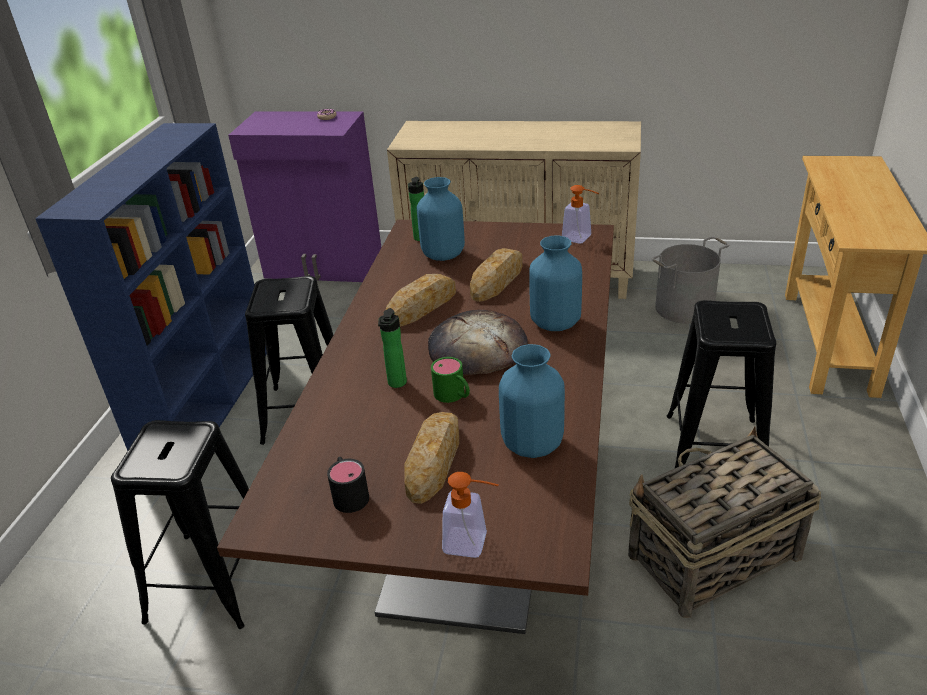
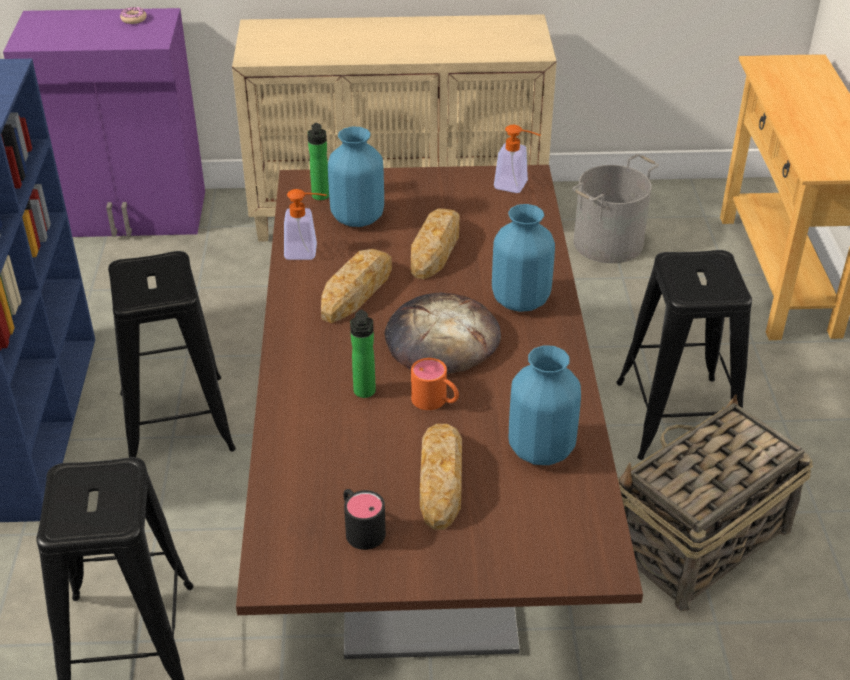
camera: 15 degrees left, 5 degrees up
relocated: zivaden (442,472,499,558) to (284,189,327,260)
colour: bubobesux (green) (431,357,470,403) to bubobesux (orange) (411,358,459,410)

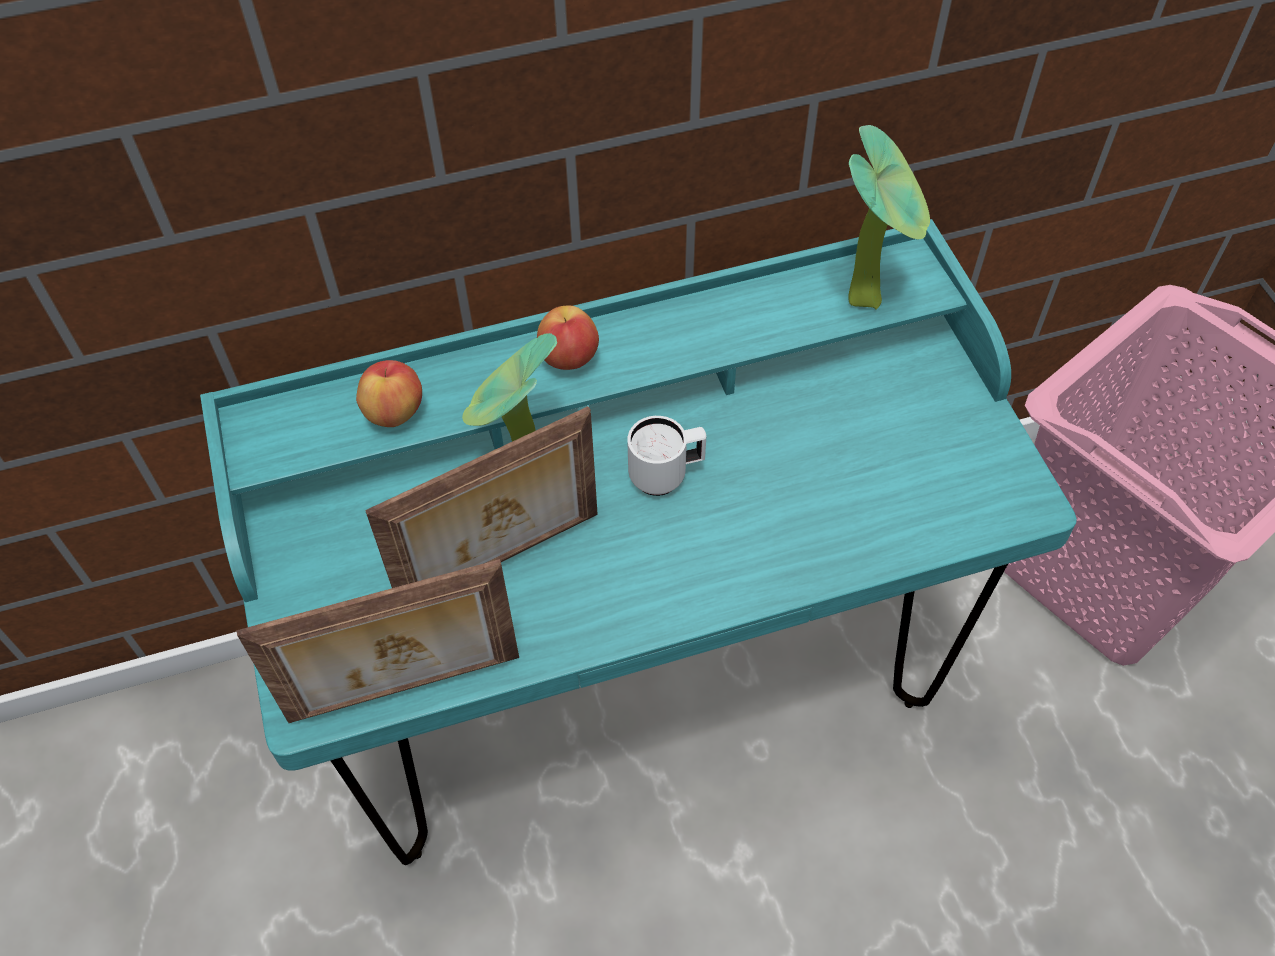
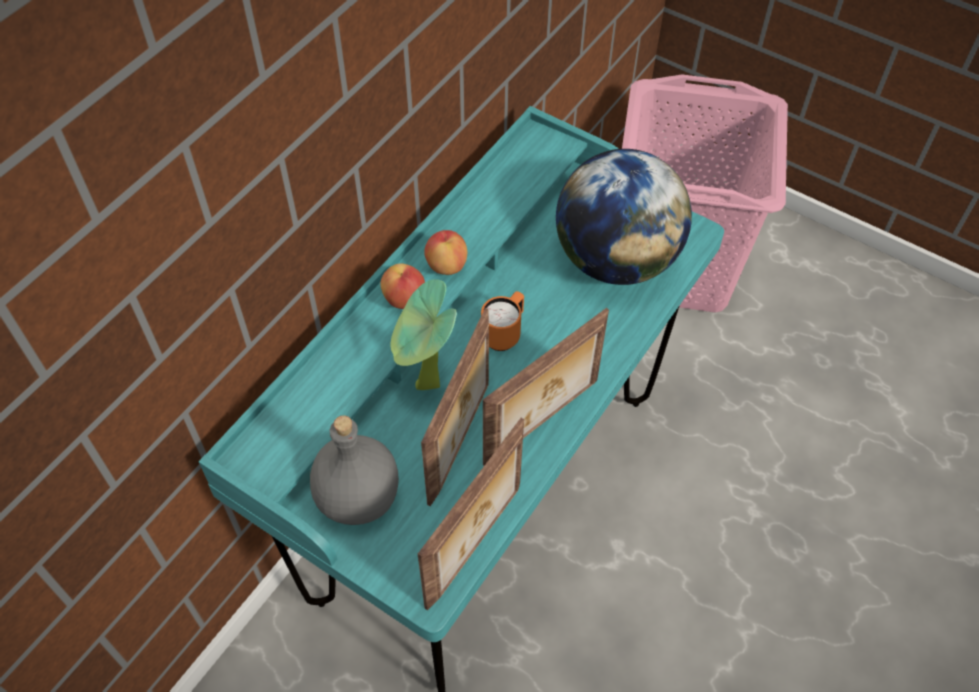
camera: 40 degrees left, 0 degrees up
missing: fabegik (848,125,930,310)
appeared: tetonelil (556,149,692,285); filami (483,308,609,466); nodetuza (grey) (310,415,399,525)
relocated: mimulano (356,360,422,427) to (424,230,467,275)
colour: bubobesux (white) (627,416,706,496) to bubobesux (orange) (481,291,524,351)

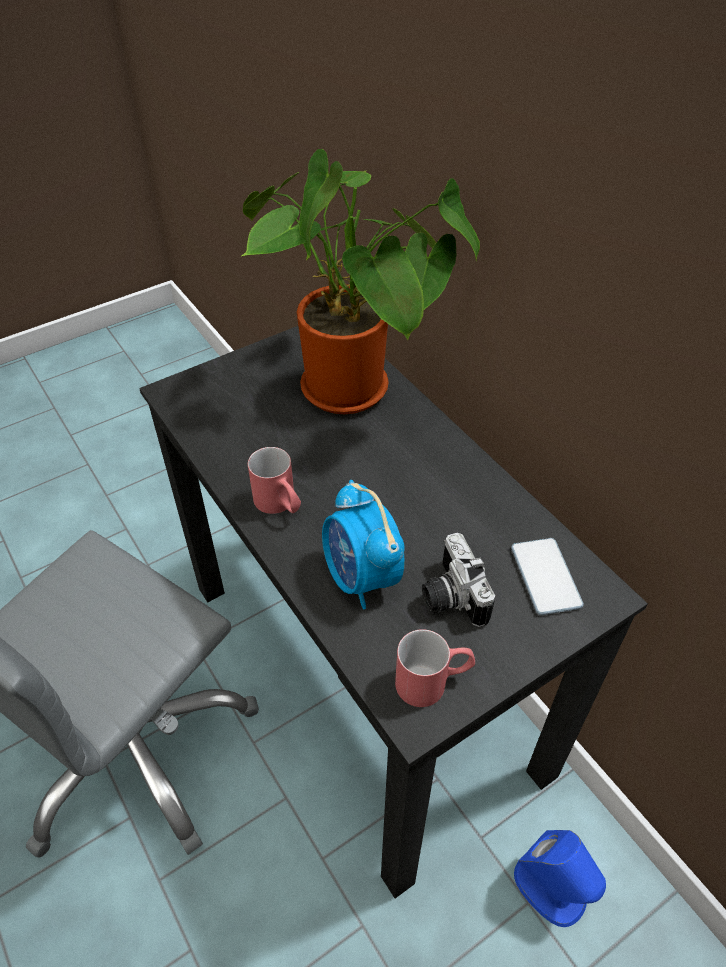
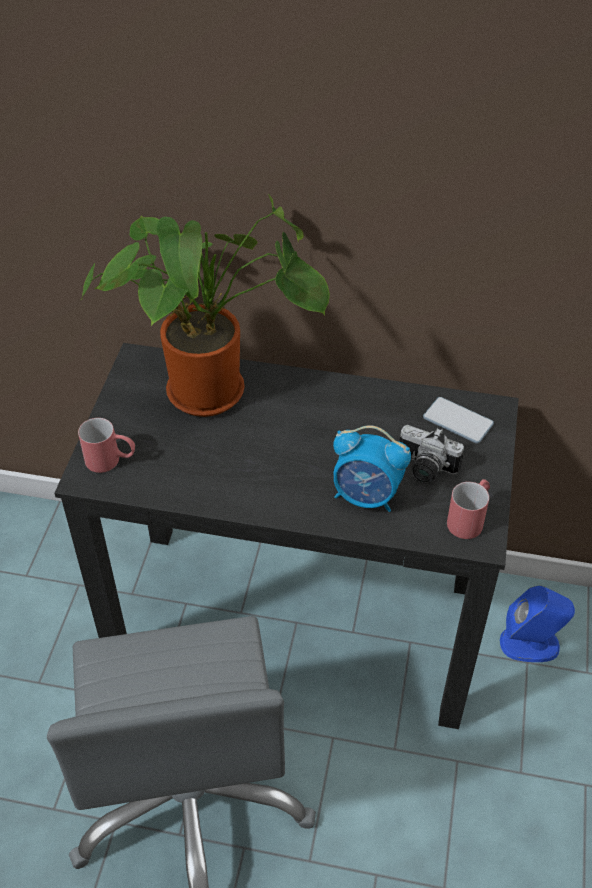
camera: 45 degrees left, 0 degrees up
relocated: bubobesux (red) (248,447,301,514) to (78,418,135,473)

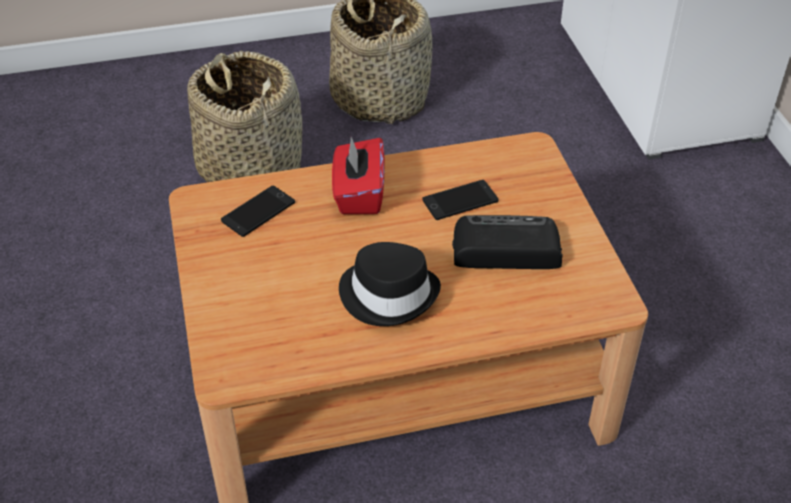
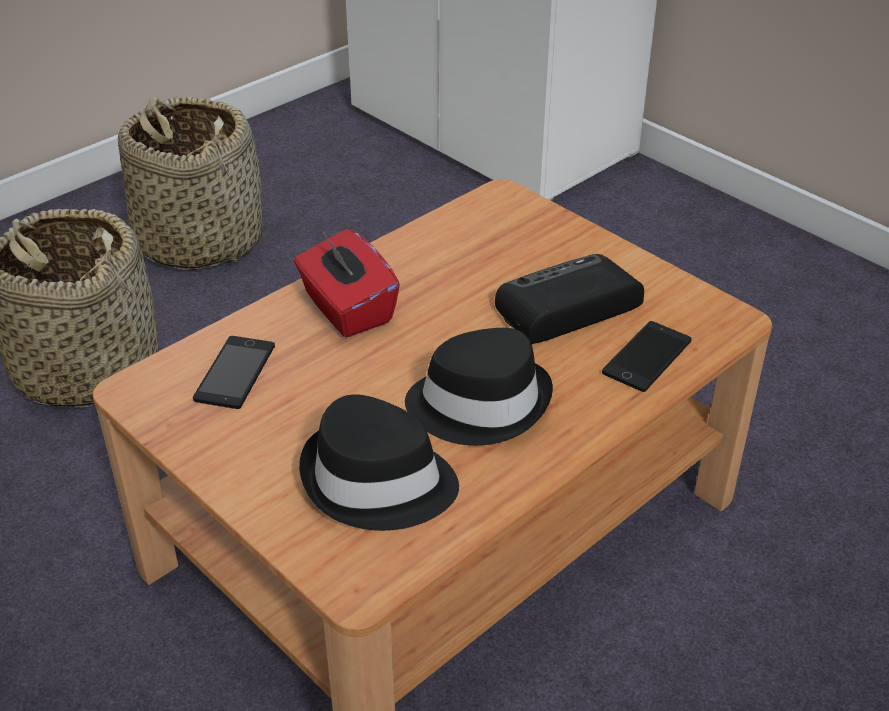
camera: 30 degrees left, 5 degrees down
appeared: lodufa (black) (299,394,459,531)
relocated: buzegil (423,180,499,220) to (602,321,692,392)

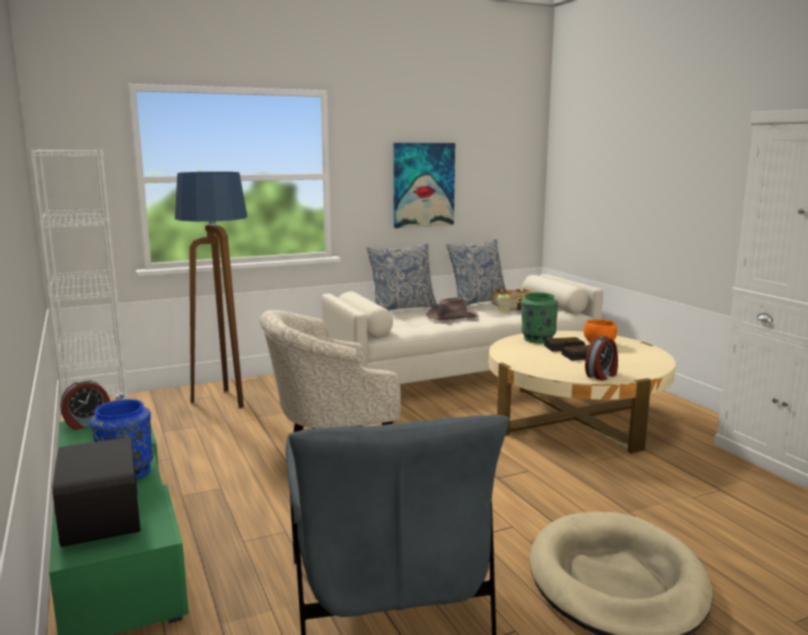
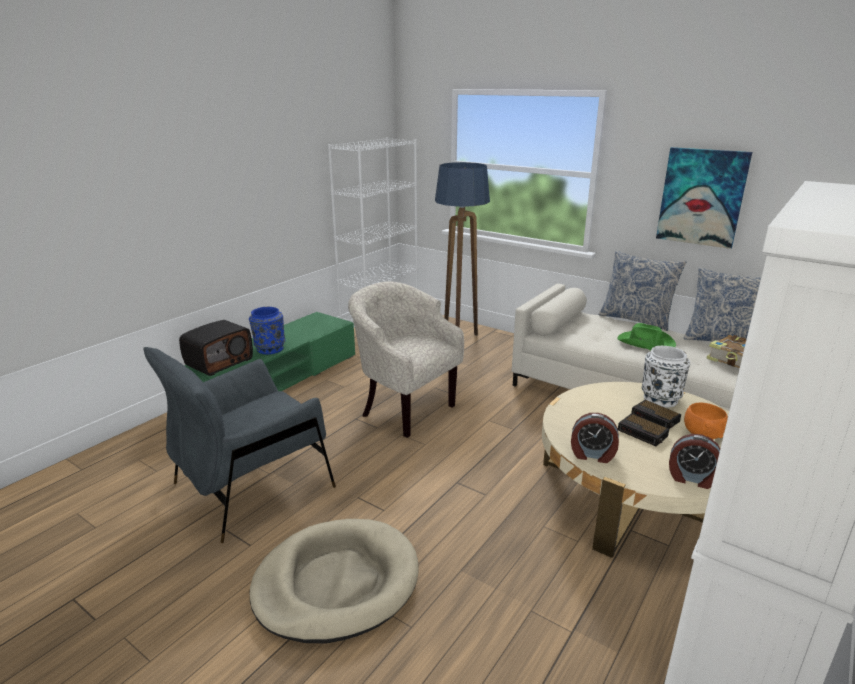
camera: 60 degrees right, 10 degrees up
relocated: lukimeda (60,380,110,430) to (669,434,720,489)
colour: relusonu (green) (521,292,558,343) to relusonu (white) (642,346,690,407); lodufa (brown) (426,297,478,320) to lodufa (green) (618,323,676,350)

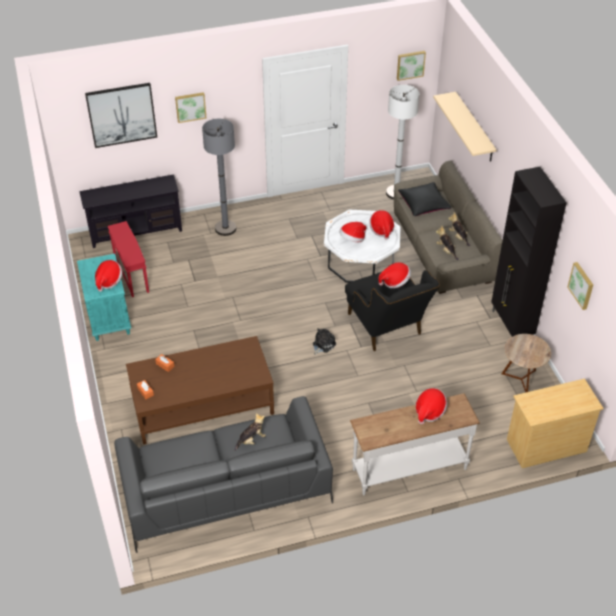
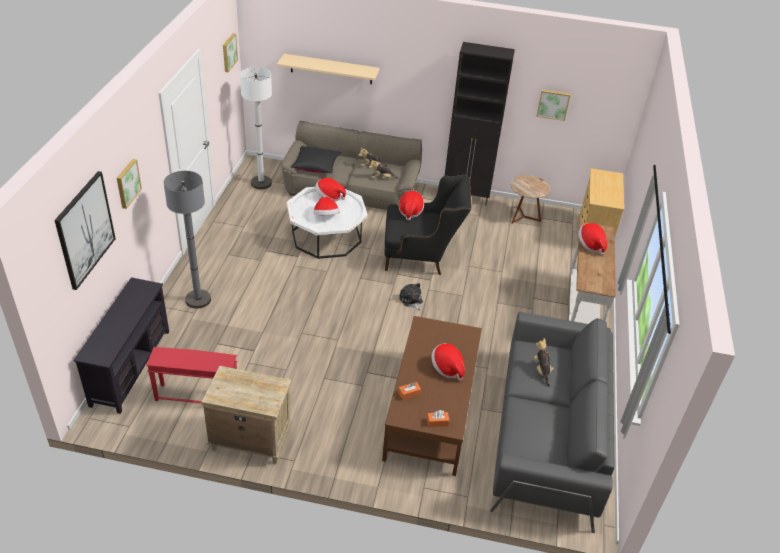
camera: 65 degrees left, 5 degrees down
relocated: lodufa (95,260,122,292) to (431,343,465,380)
colour: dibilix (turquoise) (77,254,131,341) to dibilix (beige) (201,366,293,464)

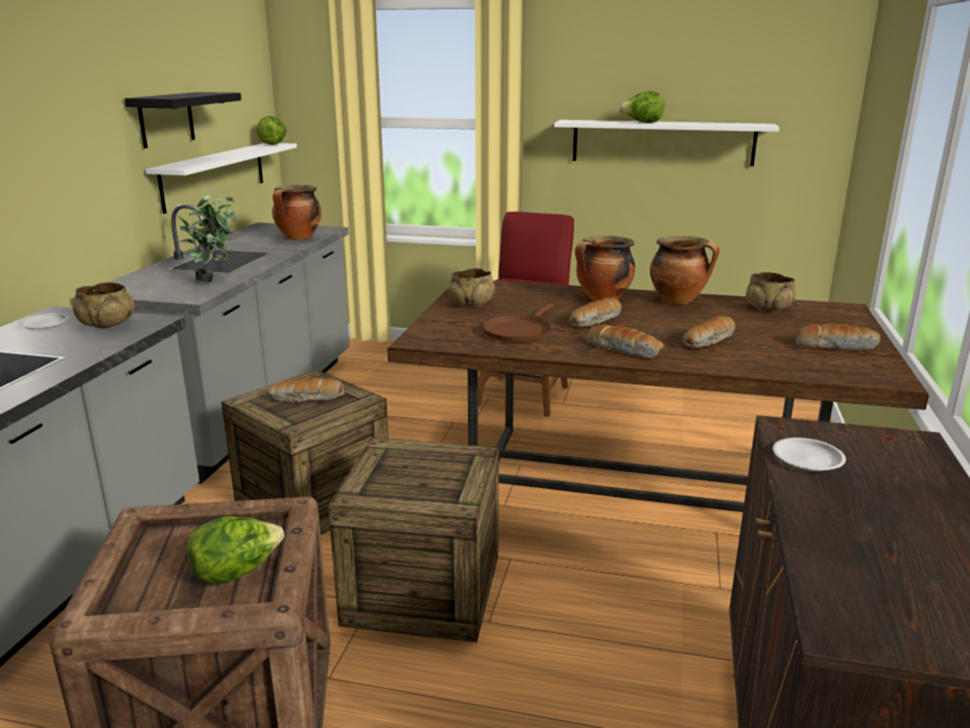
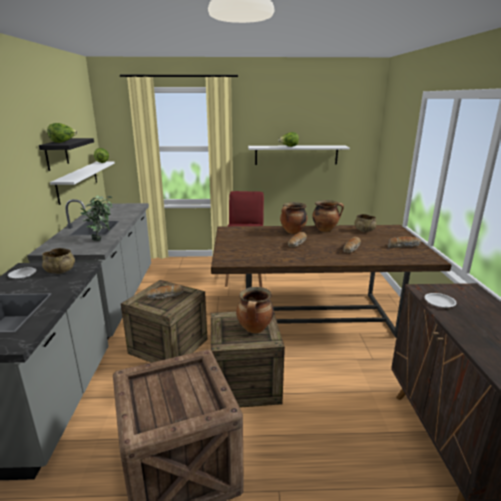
camera: 15 degrees left, 0 degrees up
missing: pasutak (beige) (448,268,495,307); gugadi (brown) (482,304,554,343); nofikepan (586,324,664,358)
relocated: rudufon (272,185,321,240) to (236,287,274,333); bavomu (187,516,284,584) to (47,123,77,143)

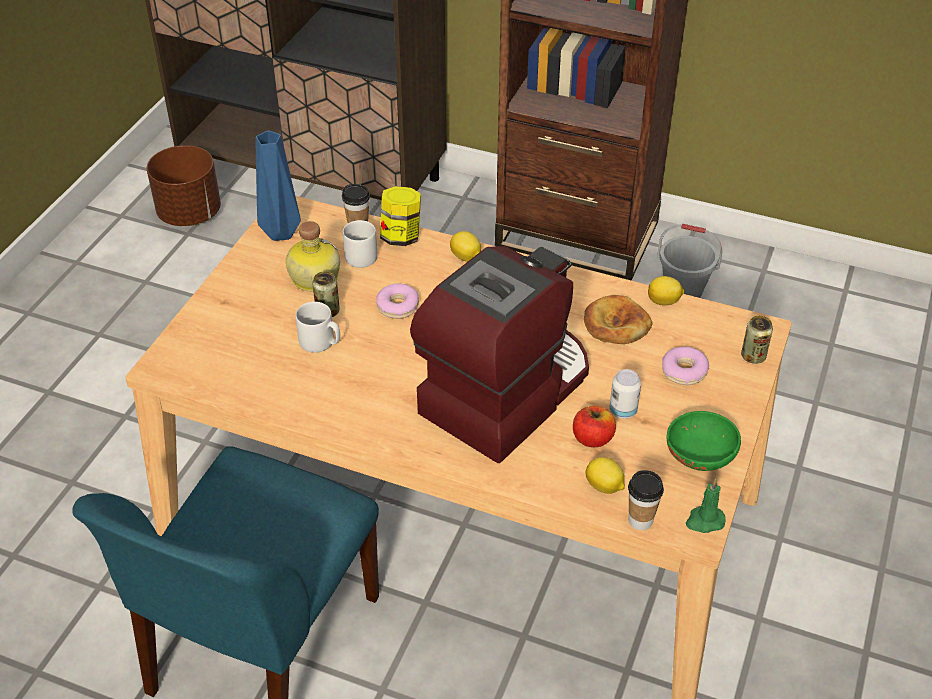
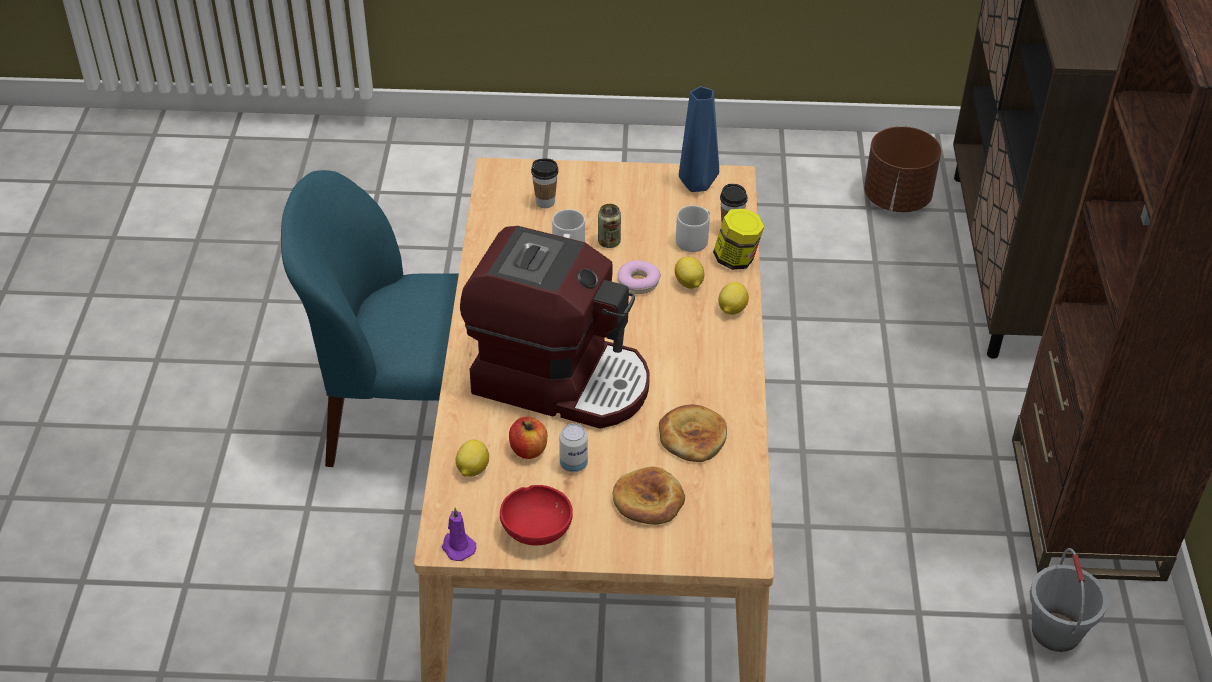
camera: 70 degrees right, 0 degrees up
missing: nodetuza (286,221,340,292); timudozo (741,316,773,364)
relocated: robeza (648,276,684,305) to (675,257,705,289); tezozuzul (628,470,664,530) to (531,158,558,208)
exchanged: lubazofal (662,347,709,385) to nofikepan (613,467,685,525)
colour: pasutak (green) (667,411,741,471) to pasutak (red) (500,485,573,545); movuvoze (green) (686,479,726,533) to movuvoze (purple) (442,508,476,561)

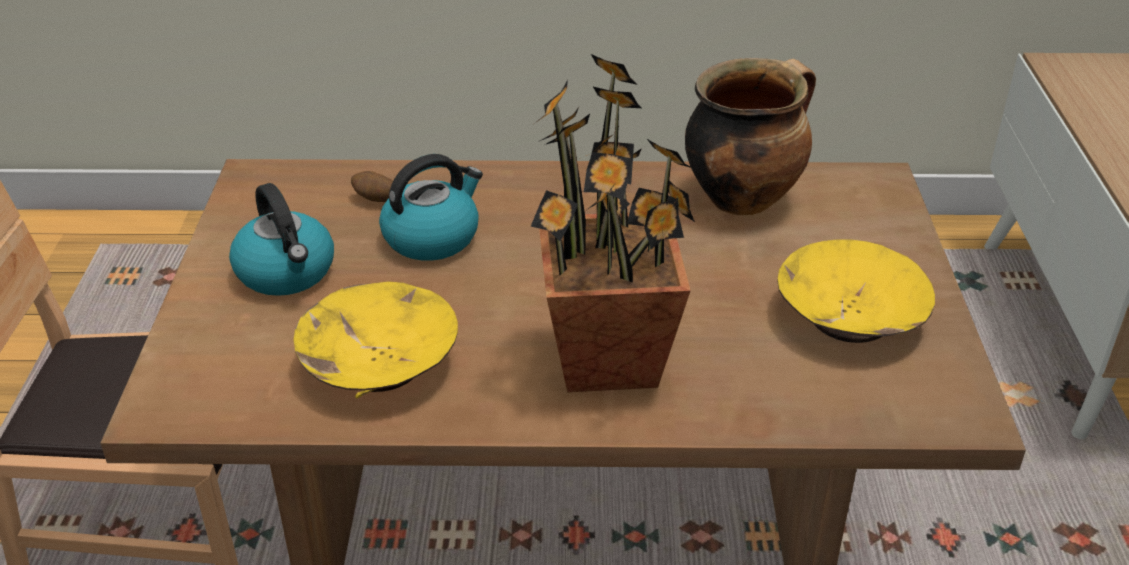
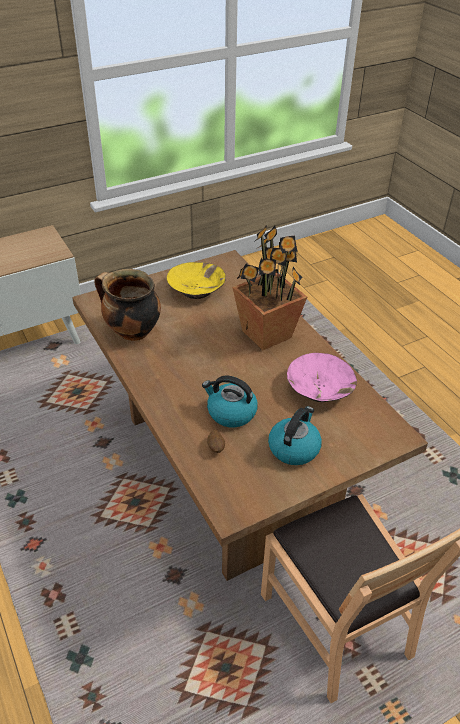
camera: 120 degrees left, 5 degrees up
colour: pasutak (yellow) (293,281,458,399) to pasutak (pink) (287,353,357,402)

